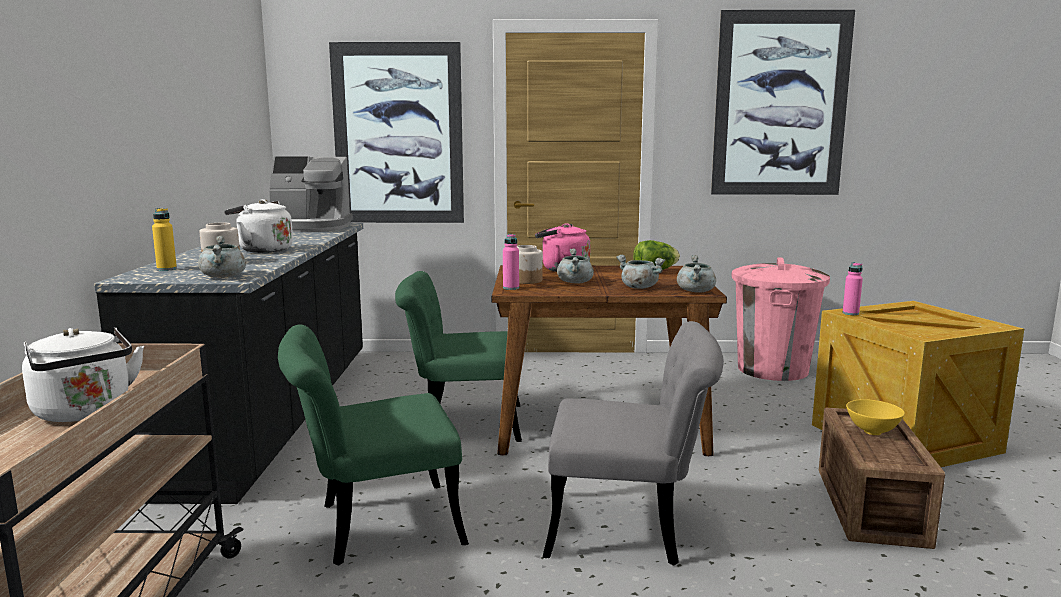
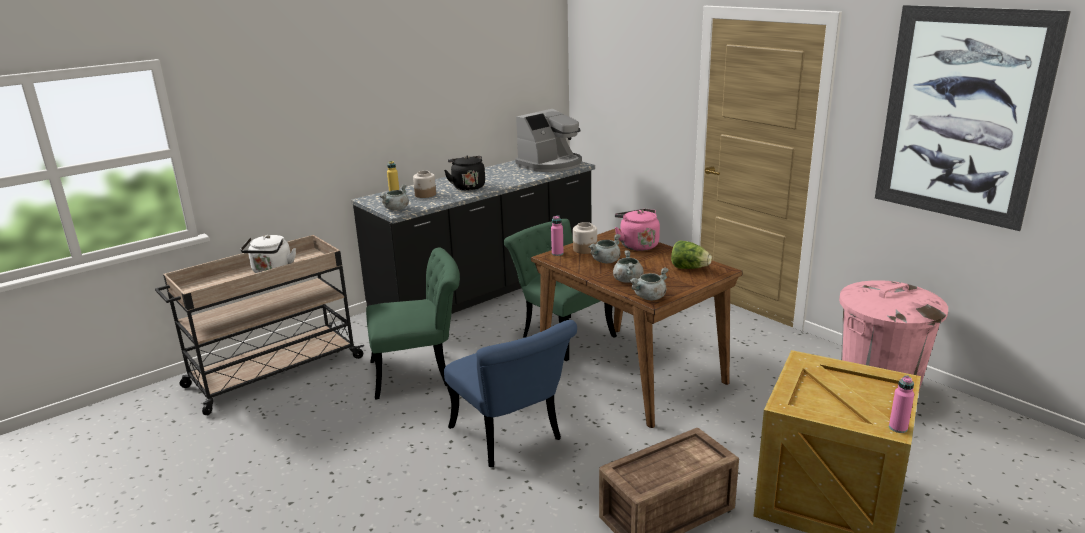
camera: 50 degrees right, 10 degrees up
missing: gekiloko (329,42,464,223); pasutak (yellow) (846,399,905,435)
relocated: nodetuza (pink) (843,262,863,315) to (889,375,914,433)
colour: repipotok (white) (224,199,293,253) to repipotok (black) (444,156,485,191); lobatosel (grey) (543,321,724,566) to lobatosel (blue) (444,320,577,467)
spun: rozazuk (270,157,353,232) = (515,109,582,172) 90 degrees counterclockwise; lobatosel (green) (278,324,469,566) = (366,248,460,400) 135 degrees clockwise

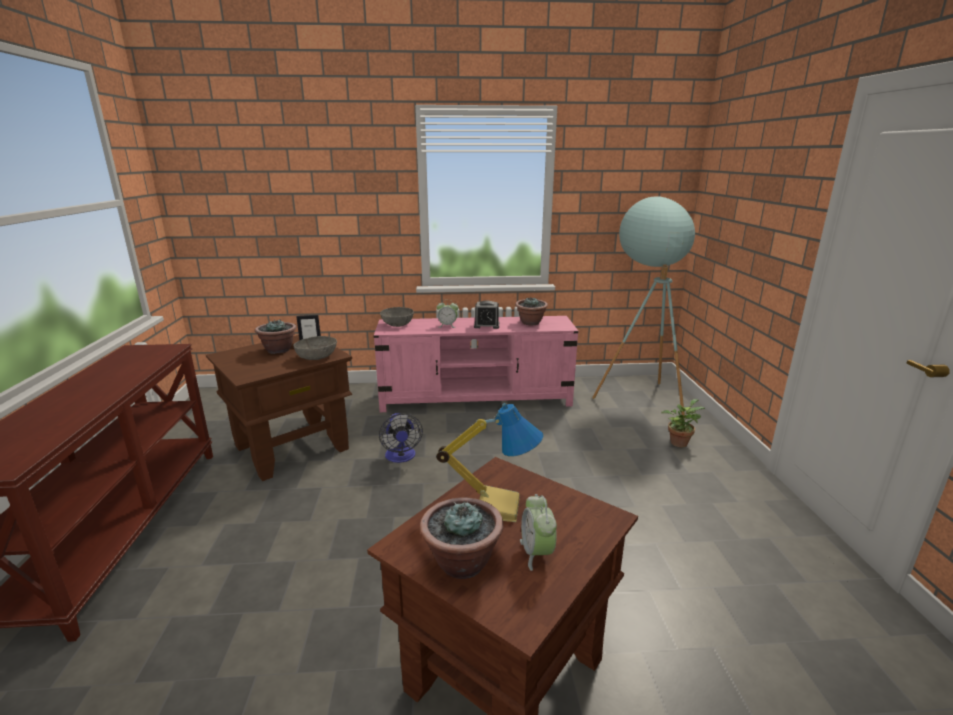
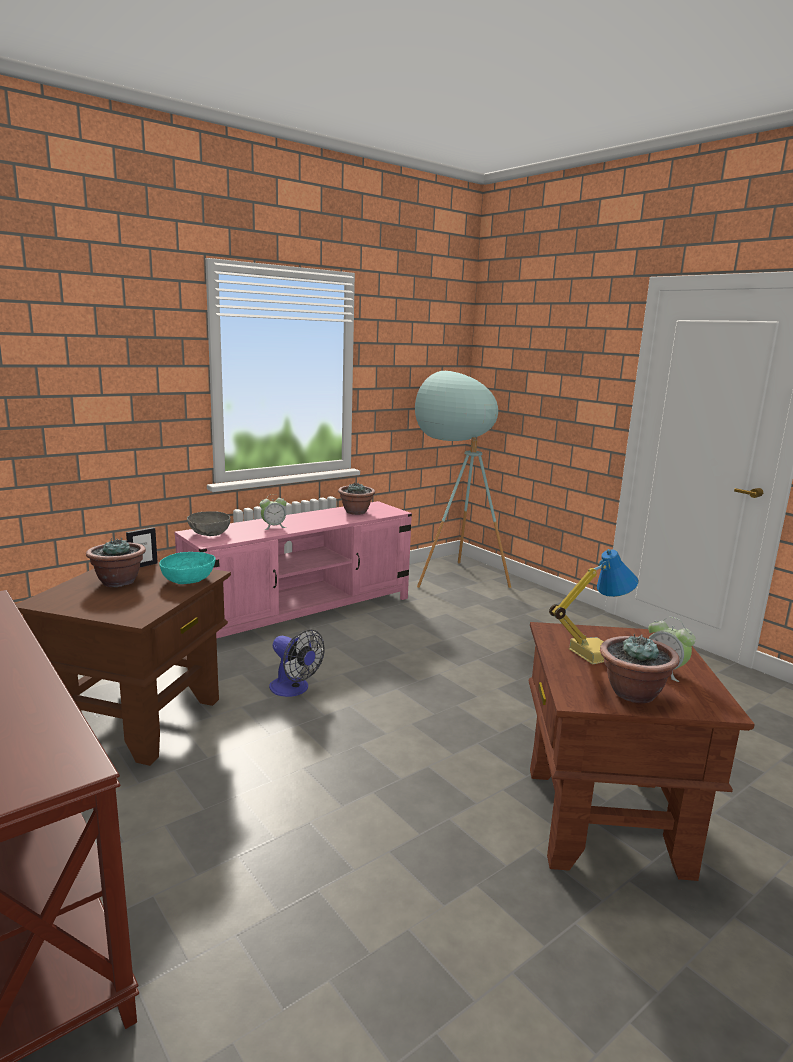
camera: 35 degrees left, 5 degrees down
missing: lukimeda (474,301,499,329); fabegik (661,399,705,447)
colour: pasutak (grey) (294,336,337,360) to pasutak (turquoise) (159,552,216,584)

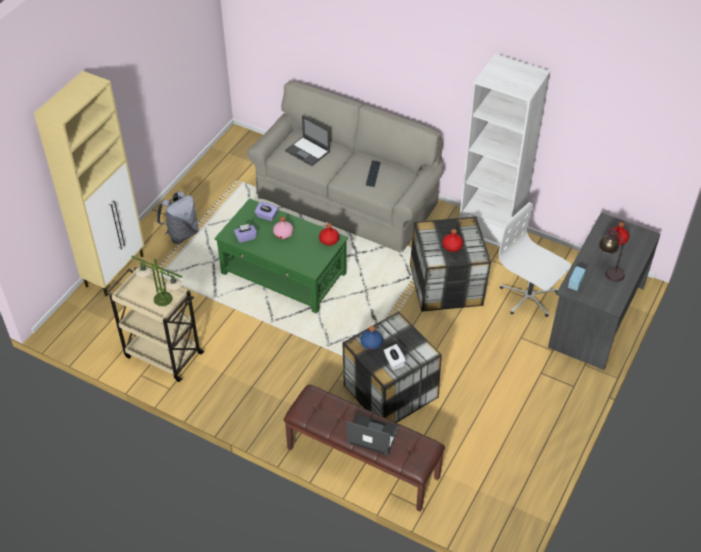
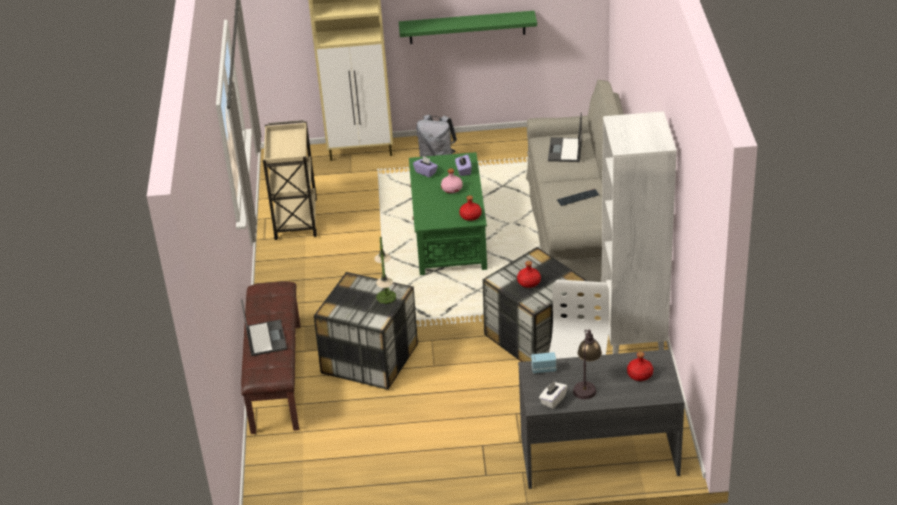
camera: 60 degrees right, 10 degrees down
missing: nodetuza (blue) (360,326,383,350)
appeared: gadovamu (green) (399,11,537,44)
relocated: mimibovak (131,255,182,306) to (374,237,396,304); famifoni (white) (384,344,406,370) to (539,381,567,409)

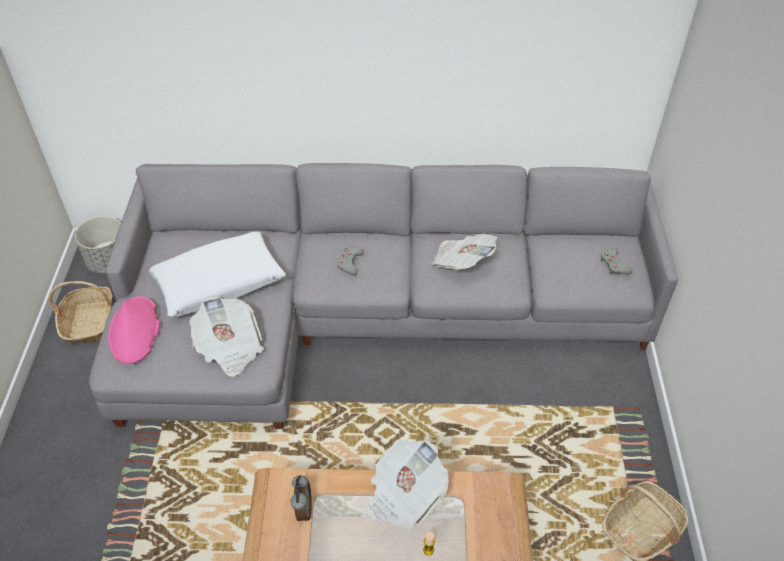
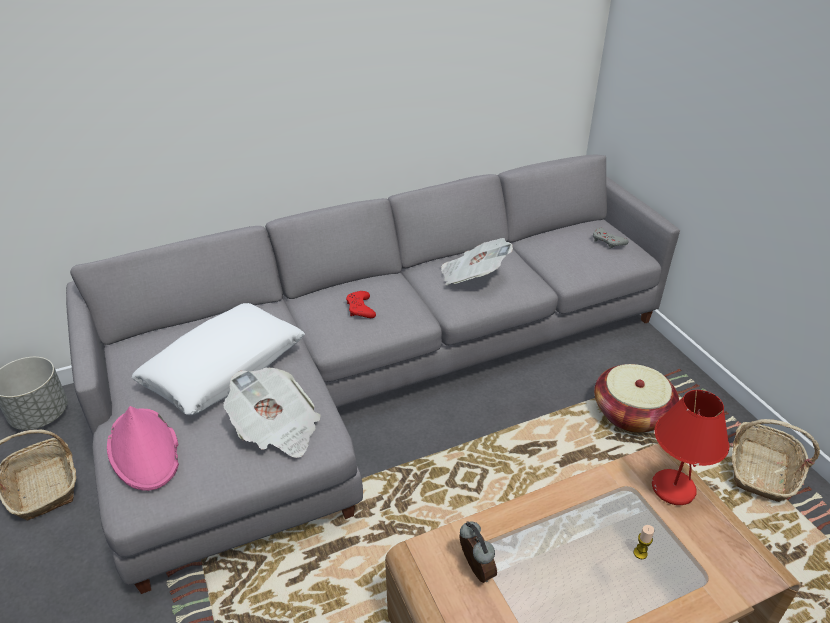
camera: 25 degrees left, 10 degrees down
missing: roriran (367,439,449,531)
appeared: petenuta (594,364,679,433); mimibovak (red) (652,390,729,505)
colour: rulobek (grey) (337,247,364,276) to rulobek (red) (346,291,376,318)

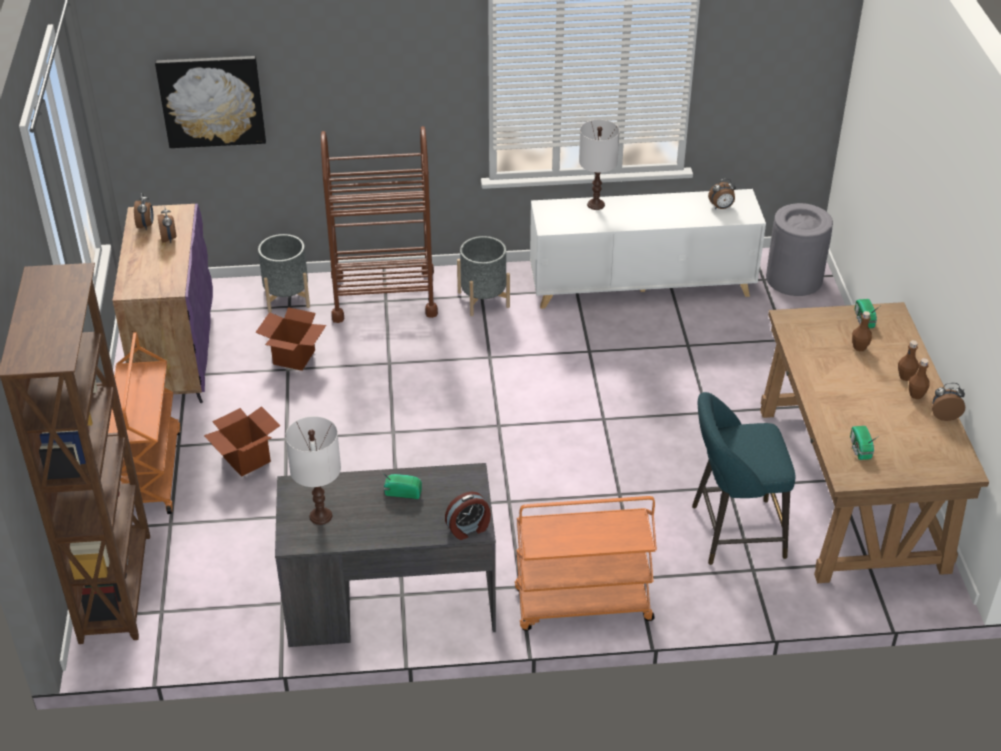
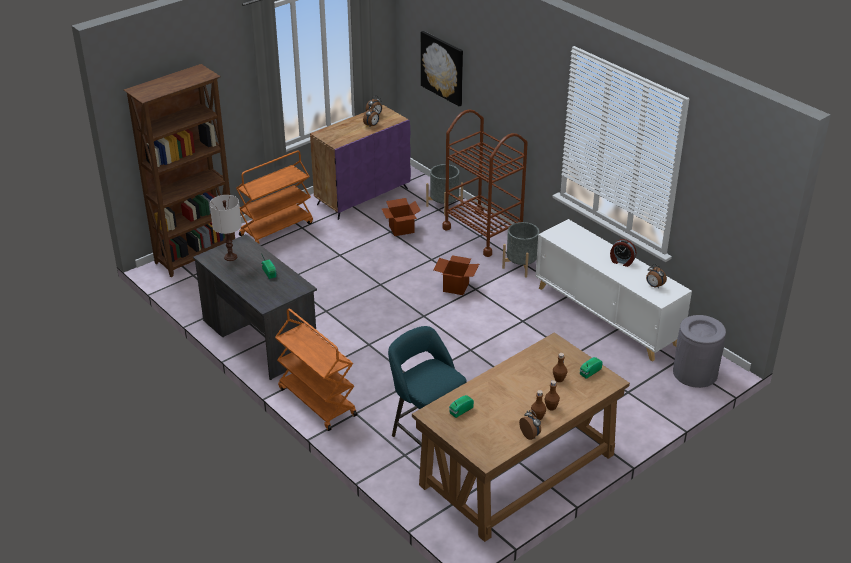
camera: 55 degrees right, 5 degrees down
missing: mimibovak (white) (579,119,620,210)
relocated: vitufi (204,406,281,477) to (433,255,479,295); lukimeda (445,491,491,540) to (610,239,636,267)

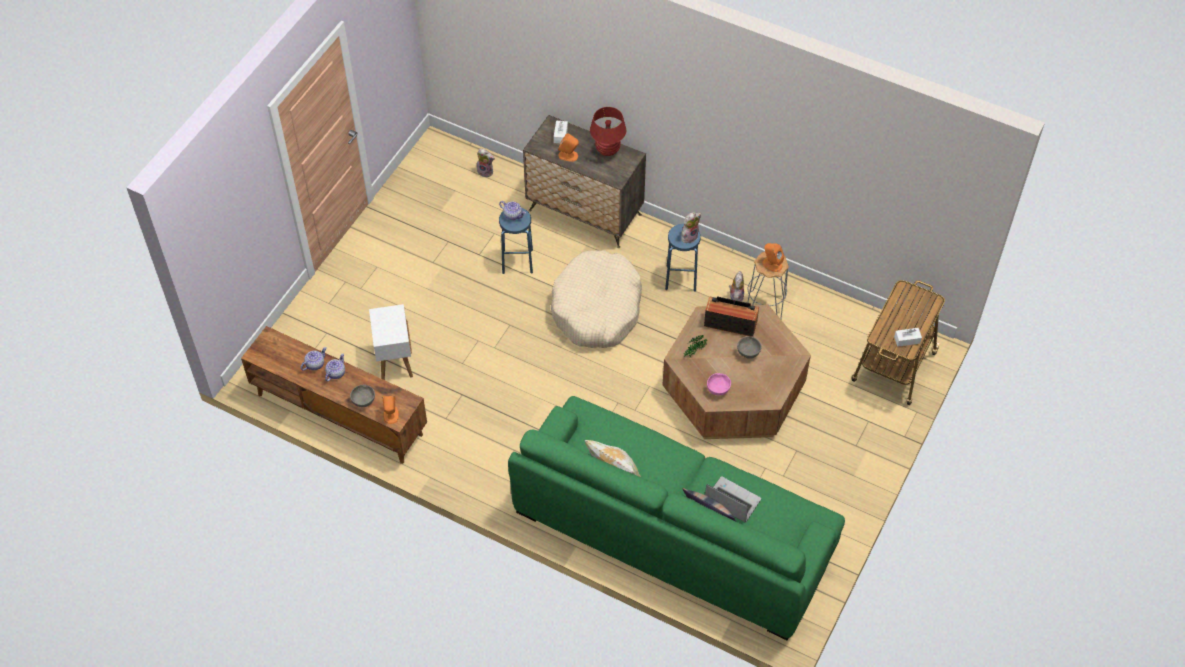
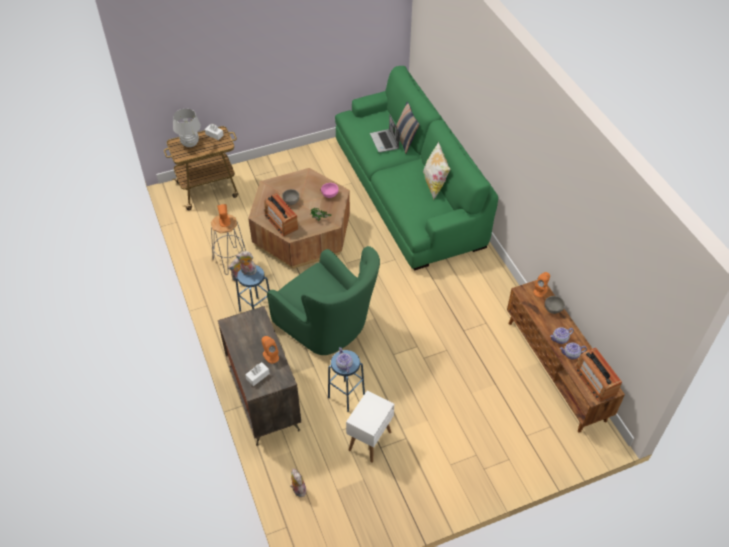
camera: 140 degrees left, 5 degrees down
missing: mimibovak (red) (590,107,626,156)
appeared: mimibovak (white) (173,109,201,147); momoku (575,348,622,402)
relocated: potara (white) (369,304,413,380) to (346,390,394,463)
exchanged: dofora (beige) (551,250,642,348) to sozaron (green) (267,246,380,355)

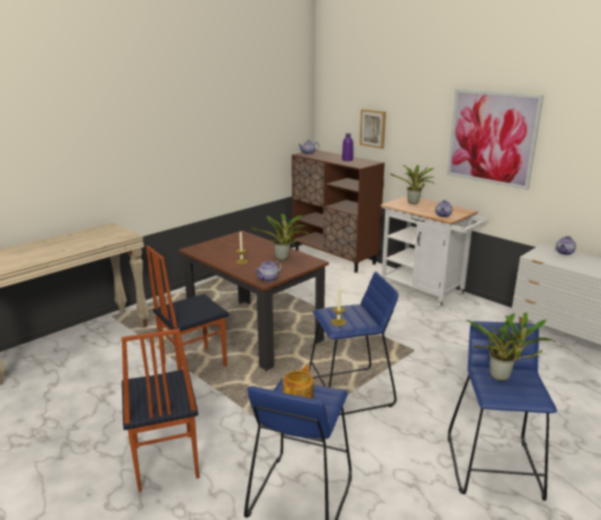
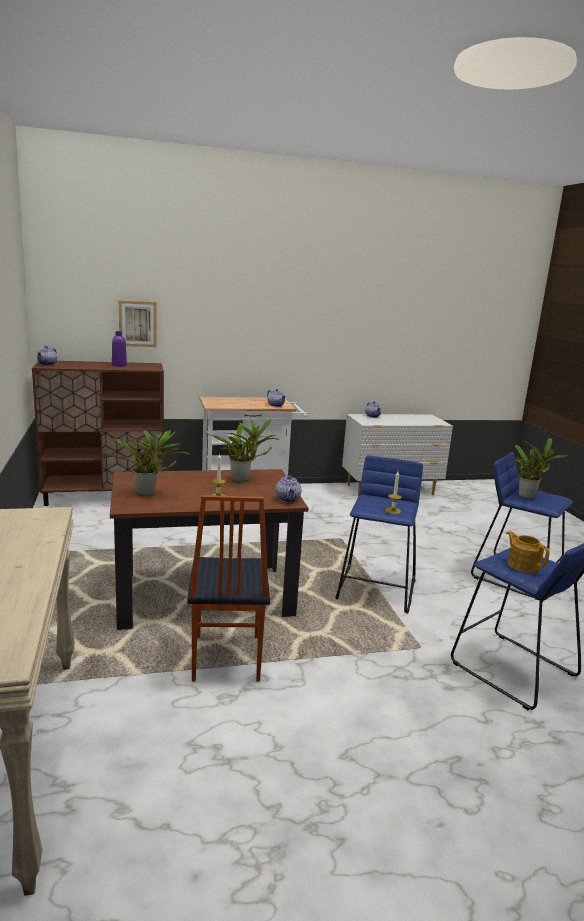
camera: 60 degrees left, 5 degrees down
missing: gekiloko (447,89,544,190); lobatosel (121,329,199,492)
relocated: fabegik (391,165,434,204) to (104,430,192,496)

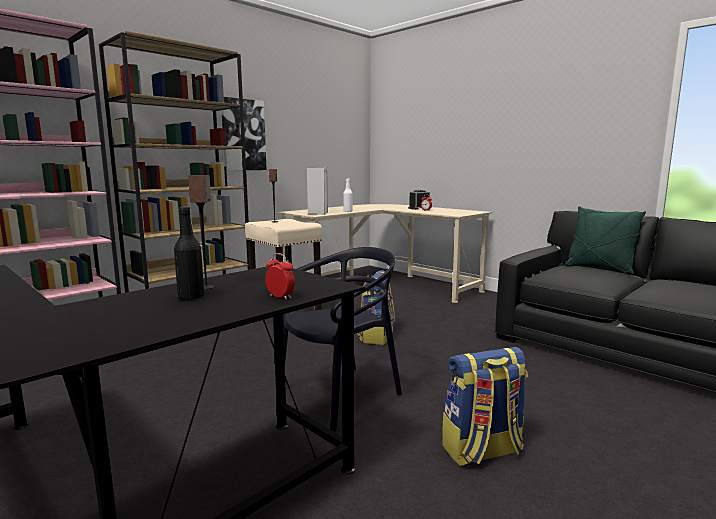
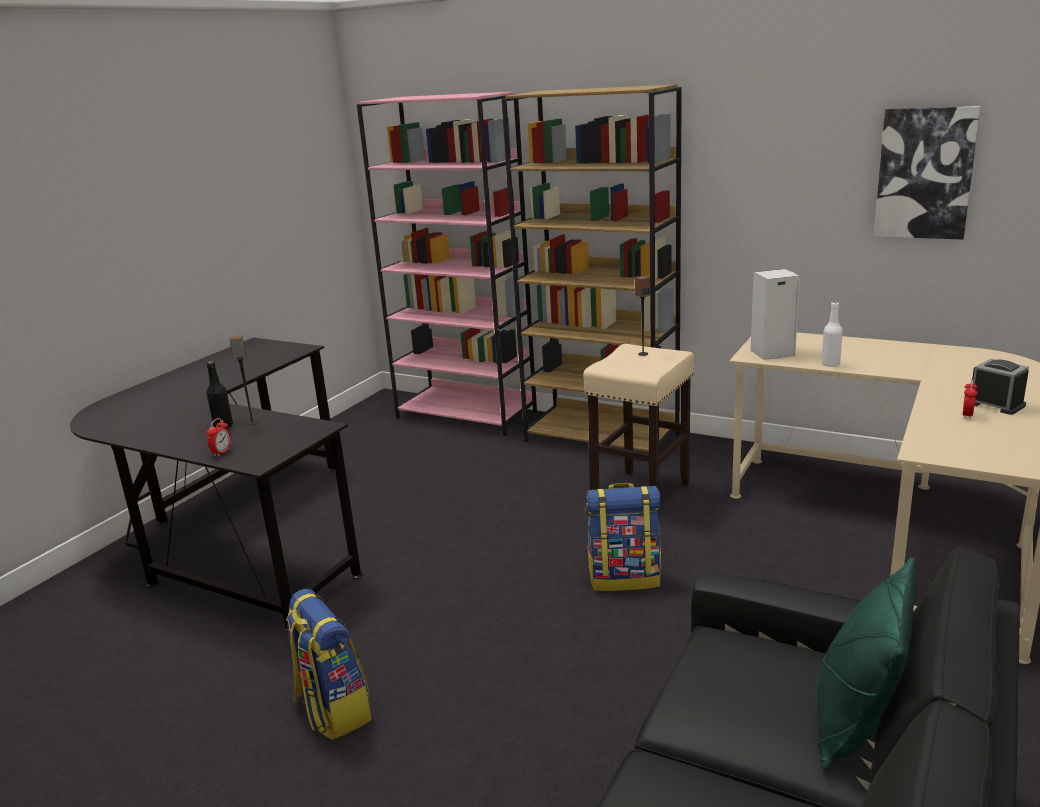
camera: 75 degrees right, 10 degrees up
missing: lobatosel (black) (283,247,402,432)
relocated: gekiloko (221,97,267,171) to (874,106,981,240)

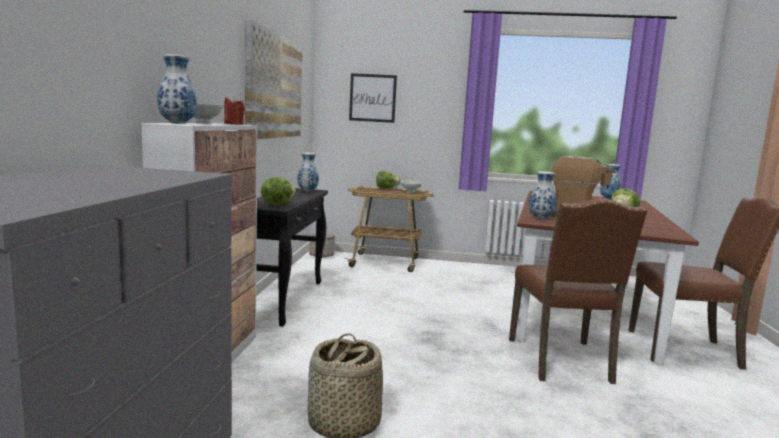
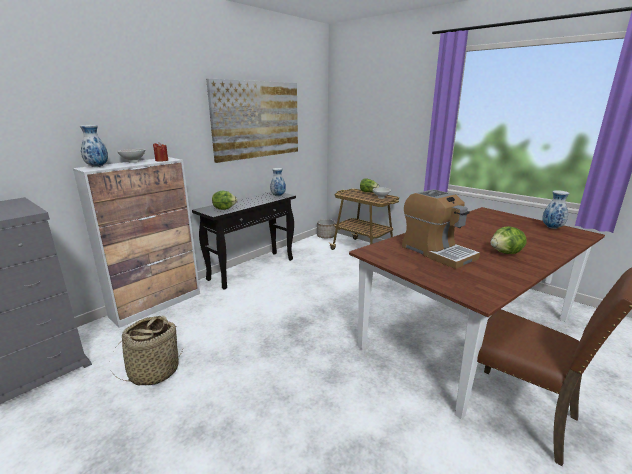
camera: 35 degrees right, 10 degrees up
missing: gekiloko (349,73,397,123); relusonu (529,171,556,219); lobatosel (brown) (509,199,647,384)

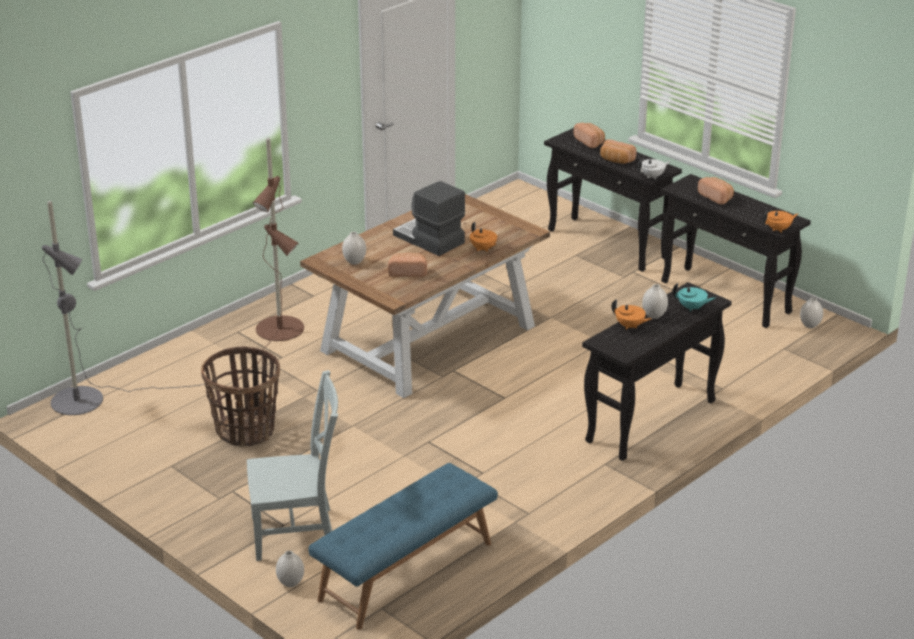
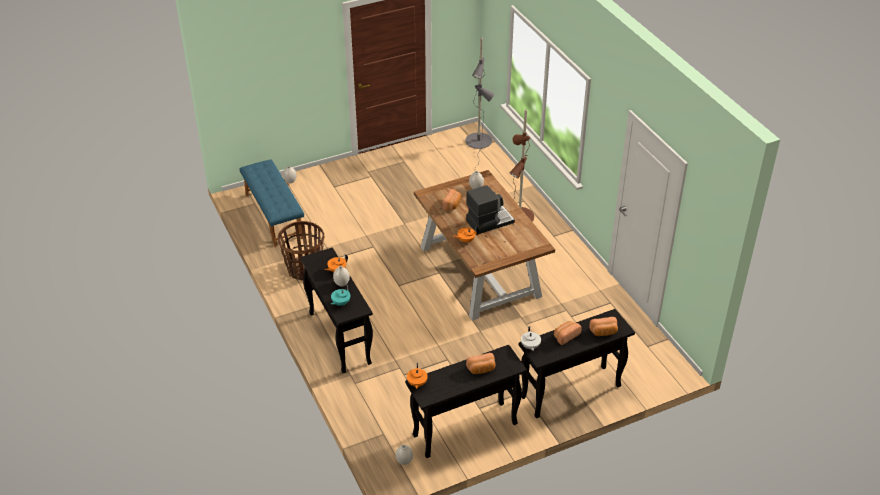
camera: 110 degrees right, 10 degrees up
missing: lobatosel (grey) (247,370,338,561)
relocated: petenuta (201,346,280,447) to (277,221,324,281)

